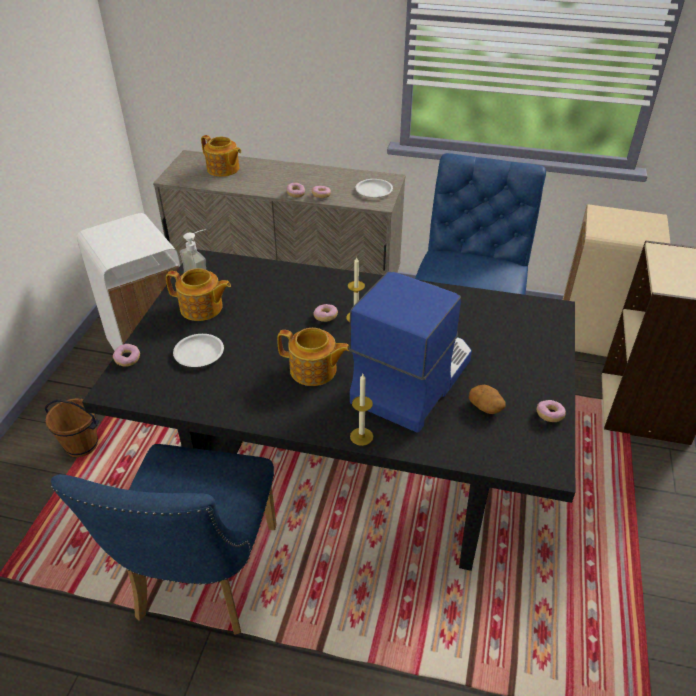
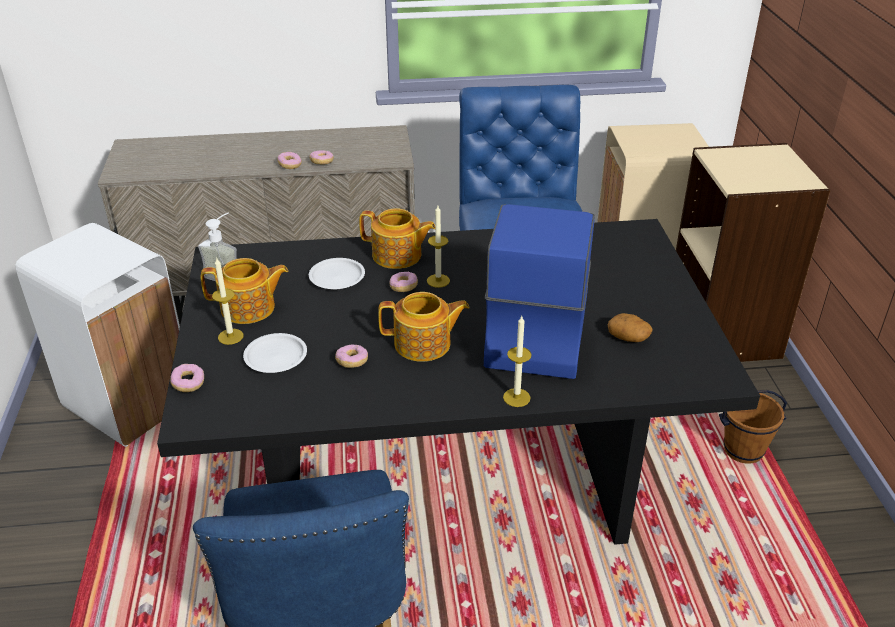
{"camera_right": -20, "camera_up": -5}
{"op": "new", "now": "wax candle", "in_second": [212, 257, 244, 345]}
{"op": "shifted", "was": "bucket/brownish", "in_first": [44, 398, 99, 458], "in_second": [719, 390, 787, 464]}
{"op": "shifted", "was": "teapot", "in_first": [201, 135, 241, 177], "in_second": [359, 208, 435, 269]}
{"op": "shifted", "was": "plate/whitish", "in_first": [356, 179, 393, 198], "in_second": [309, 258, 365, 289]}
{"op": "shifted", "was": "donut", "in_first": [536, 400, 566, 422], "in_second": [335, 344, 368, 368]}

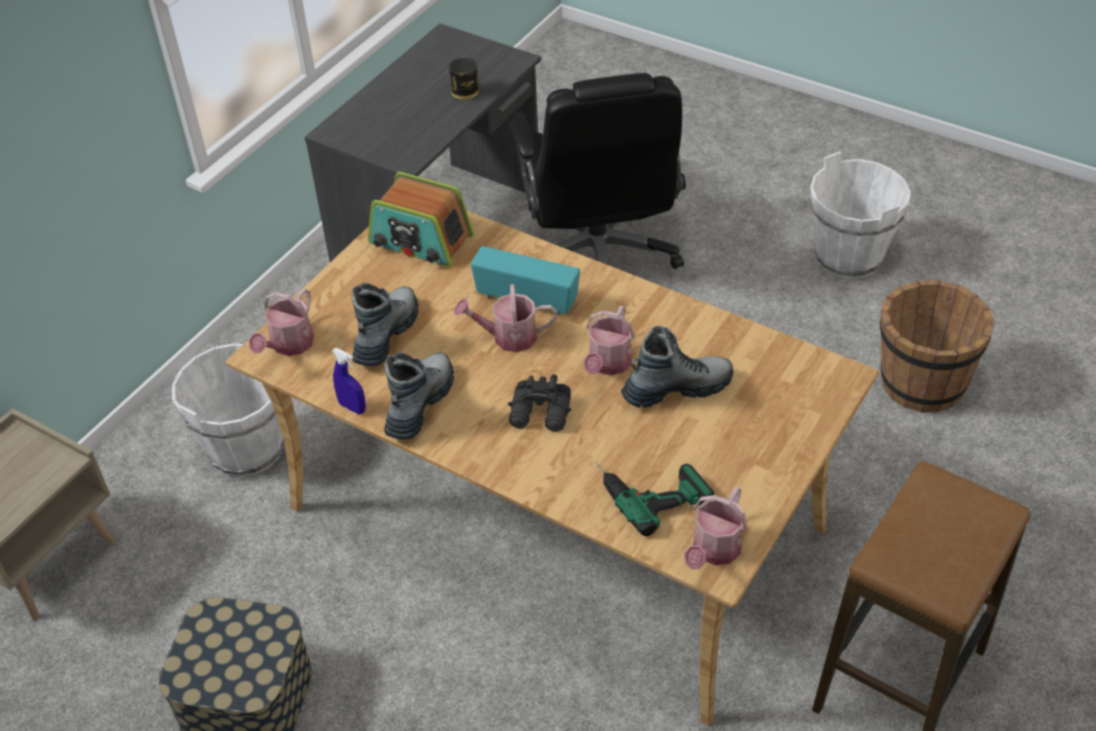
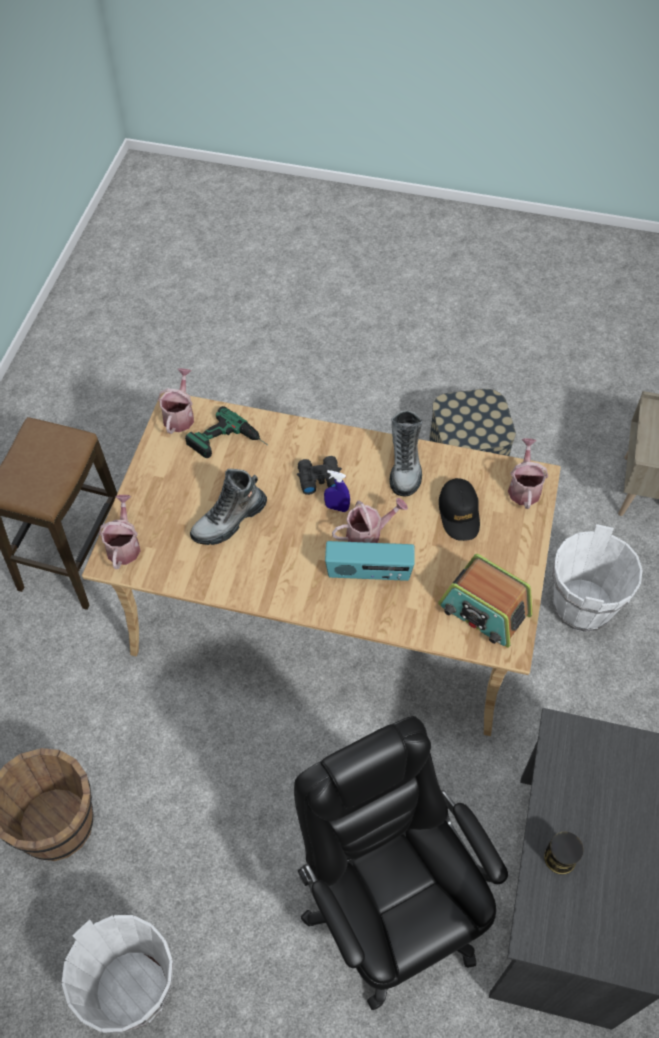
{"camera_right": 160, "camera_up": 10}
{"op": "shifted", "was": "spray bottle/bluish", "in_first": [332, 348, 366, 414], "in_second": [324, 470, 350, 512]}
{"op": "shifted", "was": "watering pot", "in_first": [583, 306, 635, 376], "in_second": [99, 495, 141, 569]}
{"op": "swapped", "was": "tall boot", "now": "cap/black-coloured", "in_first": [352, 283, 419, 366], "in_second": [439, 478, 480, 541]}
{"op": "rotated", "was": "radio set", "in_first": [368, 172, 474, 267], "in_second": [438, 554, 532, 647], "clockwise": -150}

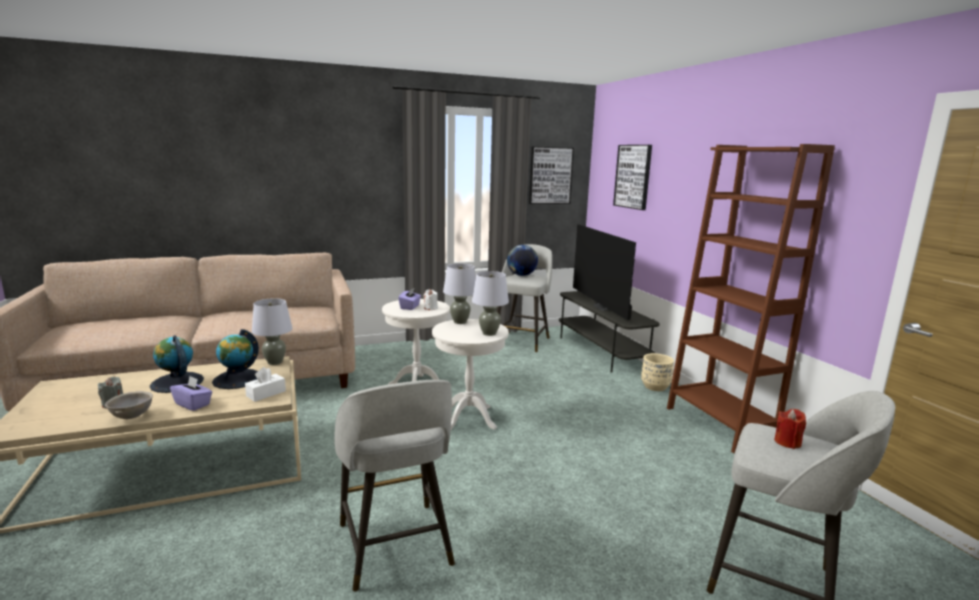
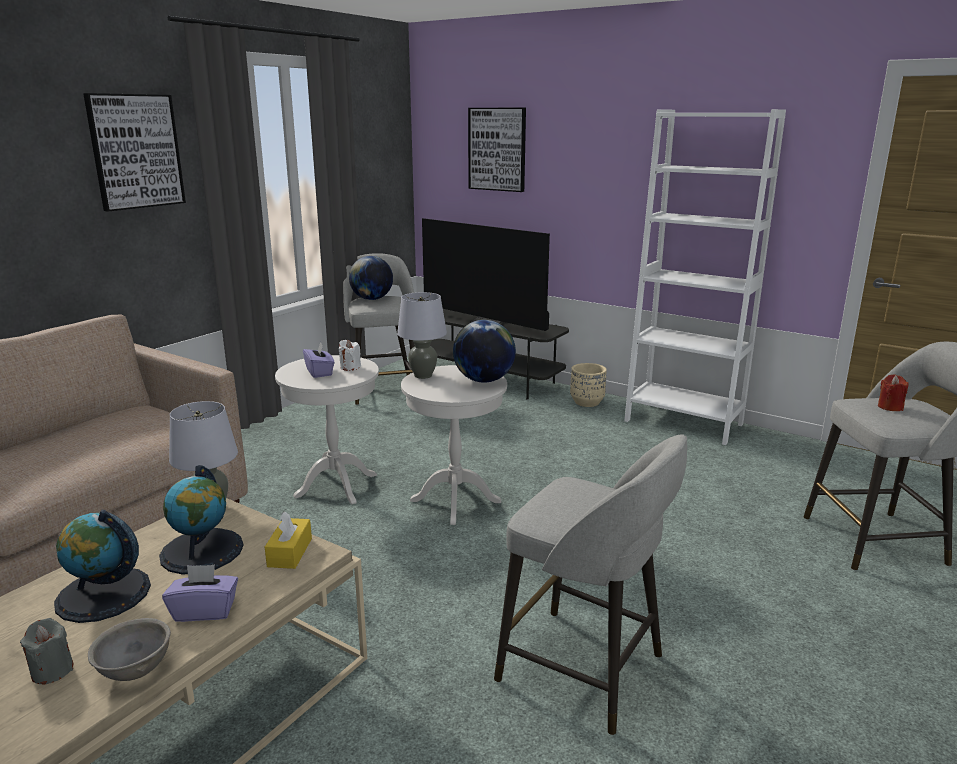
{"camera_right": -35, "camera_up": 5}
{"op": "shifted", "was": "wall art", "in_first": [529, 147, 574, 204], "in_second": [83, 93, 186, 212]}
{"op": "swapped", "was": "tabletop lamp/gray", "now": "world globe", "in_first": [472, 271, 509, 336], "in_second": [453, 320, 516, 383]}
{"op": "repainted", "was": "tissue holder/whitish", "now": "tissue holder/yellowish", "in_first": [245, 367, 286, 402], "in_second": [265, 512, 312, 569]}
{"op": "repainted", "was": "shelving unit/brownish", "now": "shelving unit/whitish", "in_first": [667, 144, 835, 453], "in_second": [624, 109, 786, 445]}

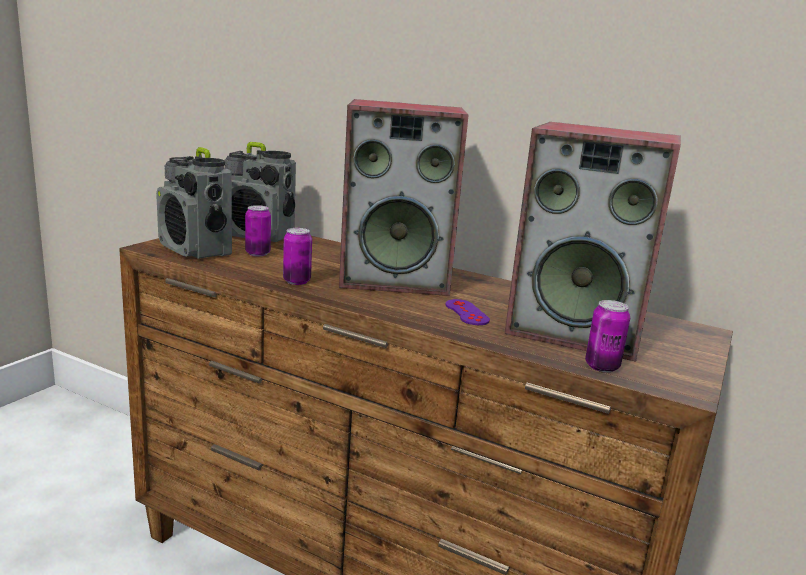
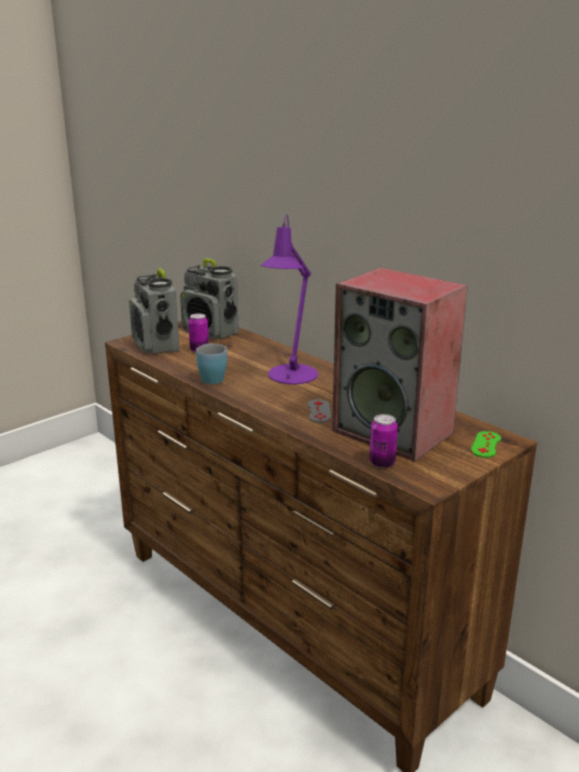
{"camera_right": 20, "camera_up": 5}
{"op": "new", "now": "joypad/green-coloured", "in_second": [471, 431, 501, 458]}
{"op": "swapped", "was": "metal can", "now": "mug/bluish", "in_first": [283, 228, 312, 285], "in_second": [196, 344, 227, 384]}
{"op": "swapped", "was": "speaker", "now": "tabletop lamp/purplish", "in_first": [339, 99, 469, 296], "in_second": [261, 215, 318, 384]}
{"op": "repainted", "was": "joypad/purplish", "now": "joypad/gray", "in_first": [445, 299, 490, 325], "in_second": [308, 399, 331, 423]}

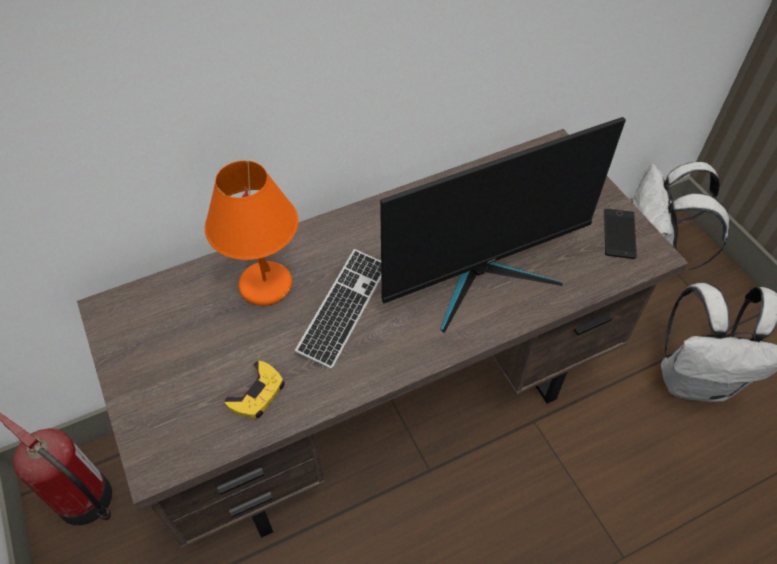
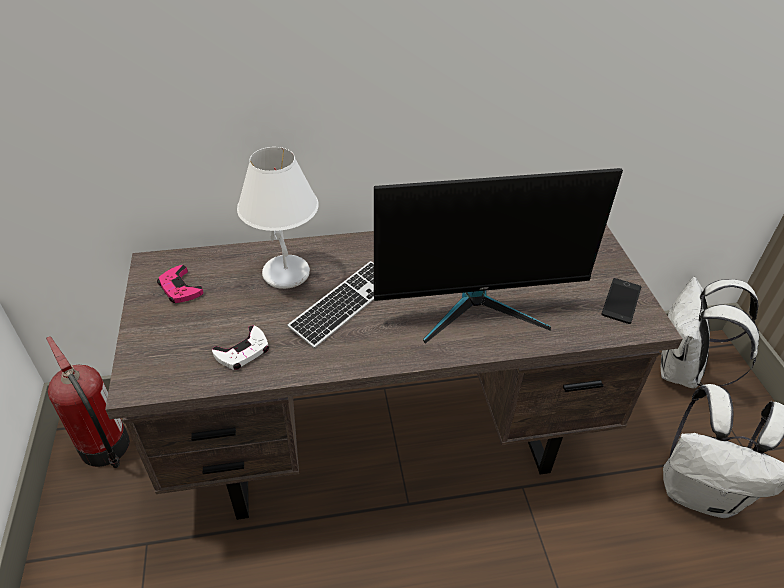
{"camera_right": 15, "camera_up": -10}
{"op": "new", "now": "joypad/pinkish", "in_second": [157, 265, 203, 303]}
{"op": "repainted", "was": "tabletop lamp/orange", "now": "tabletop lamp/whitish", "in_first": [205, 161, 298, 306], "in_second": [237, 147, 319, 289]}
{"op": "repainted", "was": "joypad/yellowish", "now": "joypad/whitish", "in_first": [224, 361, 285, 418], "in_second": [212, 325, 269, 370]}

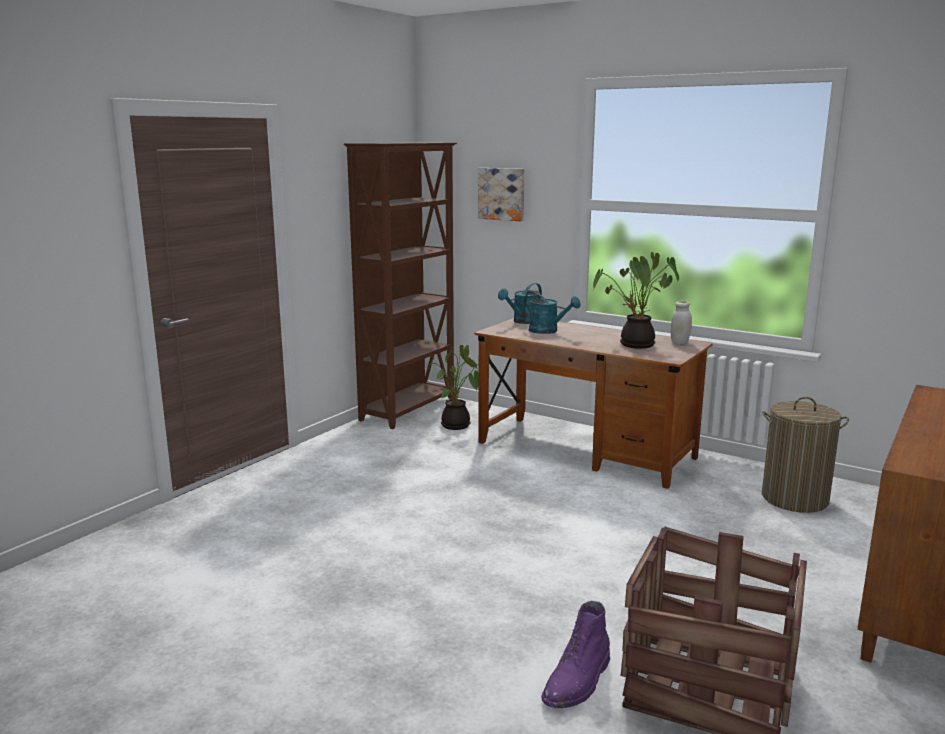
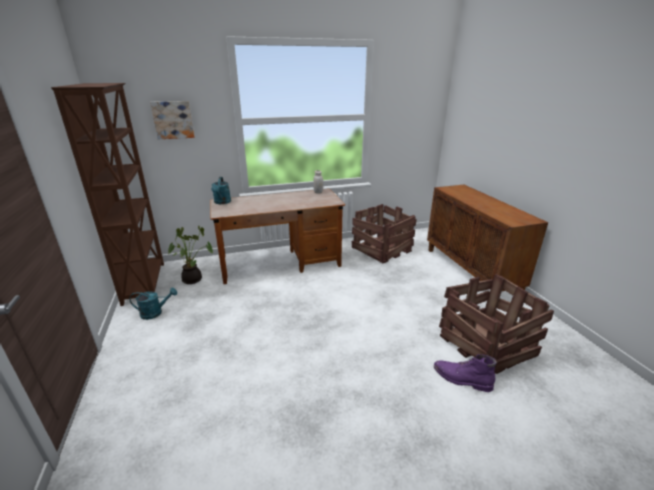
{"camera_right": -50, "camera_up": 10}
{"op": "gone", "was": "houseplant", "in_first": [593, 252, 679, 349]}
{"op": "shifted", "was": "watering pot/blue-green", "in_first": [524, 291, 581, 334], "in_second": [129, 288, 177, 320]}
{"op": "swapped", "was": "washing basket", "now": "shipping crate", "in_first": [762, 397, 849, 513], "in_second": [352, 204, 417, 263]}
{"op": "rotated", "was": "tall boot/purplish", "in_first": [542, 601, 610, 708], "in_second": [434, 354, 497, 392], "clockwise": 135}

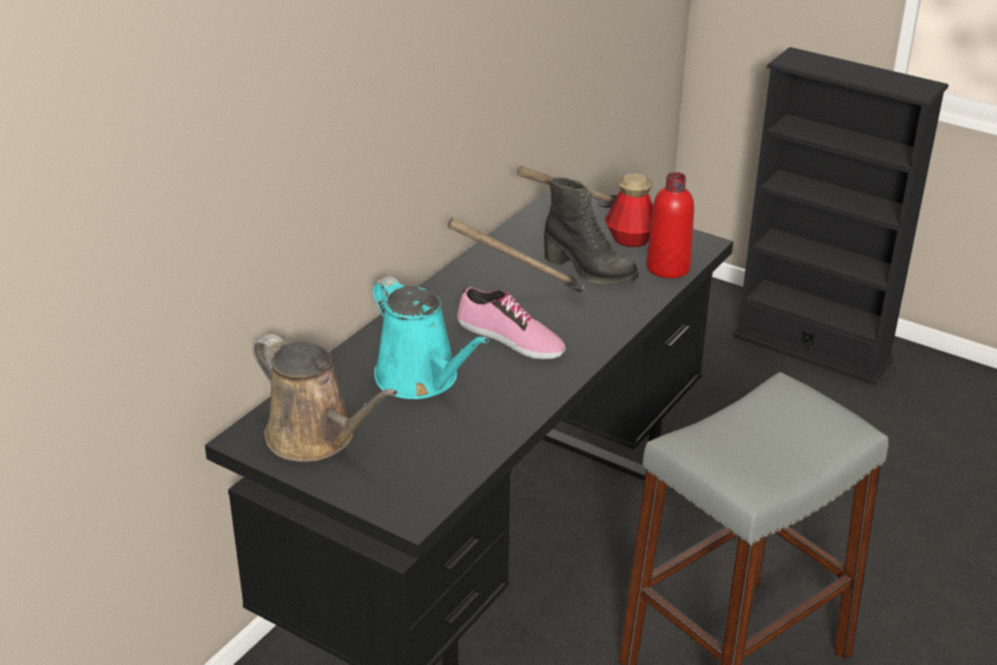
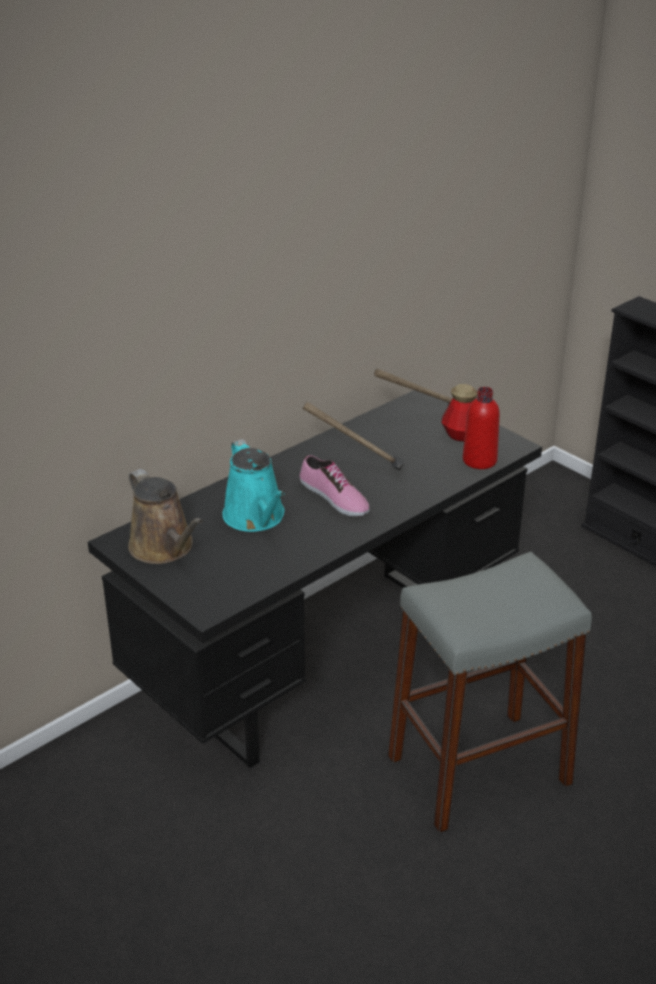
{"camera_right": 15, "camera_up": 0}
{"op": "gone", "was": "tall boot/black-coloured", "in_first": [544, 177, 639, 285]}

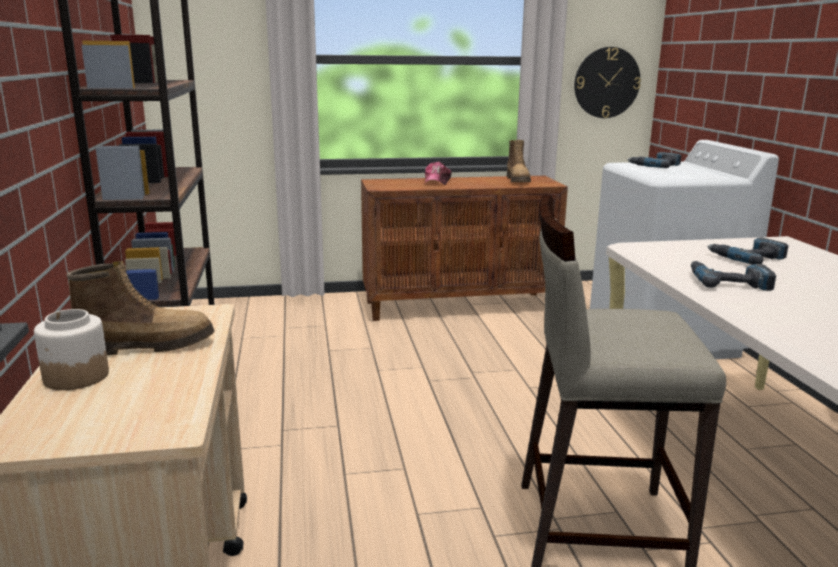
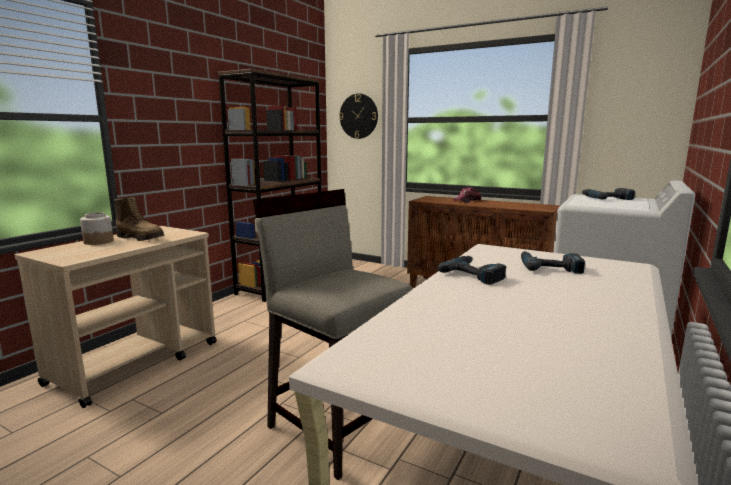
{"camera_right": 40, "camera_up": -5}
{"op": "gone", "was": "tall boot", "in_first": [507, 140, 531, 182]}
{"op": "shifted", "was": "clock on the wall", "in_first": [574, 47, 641, 118], "in_second": [339, 94, 378, 139]}

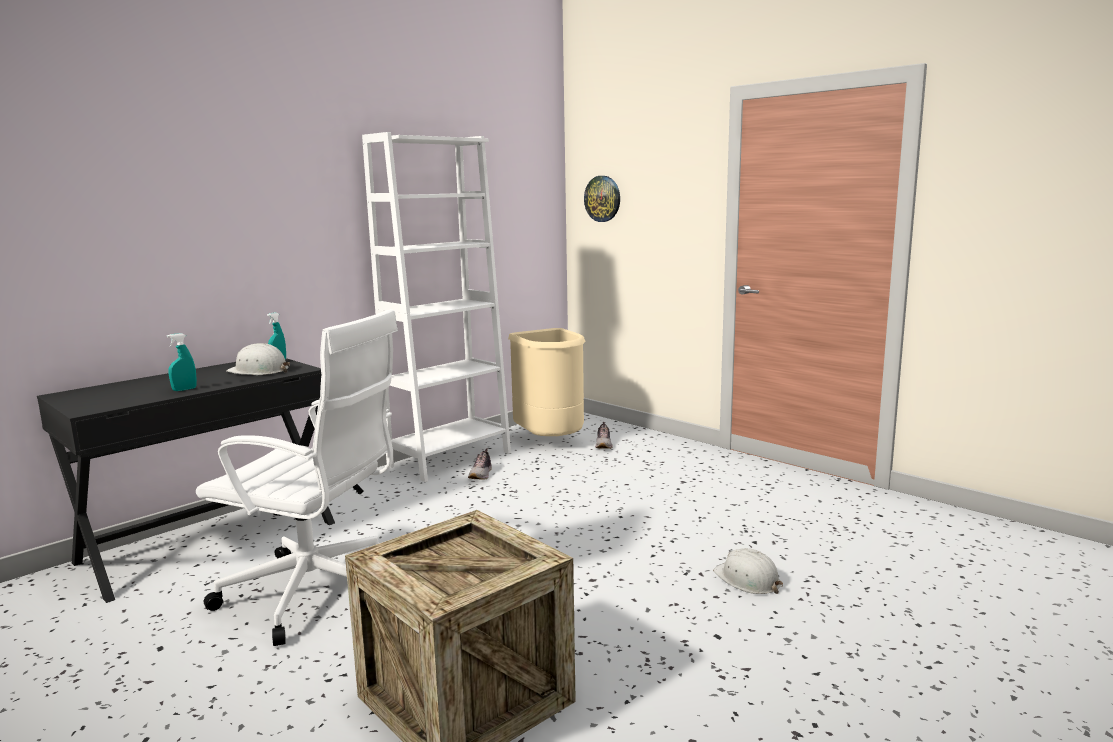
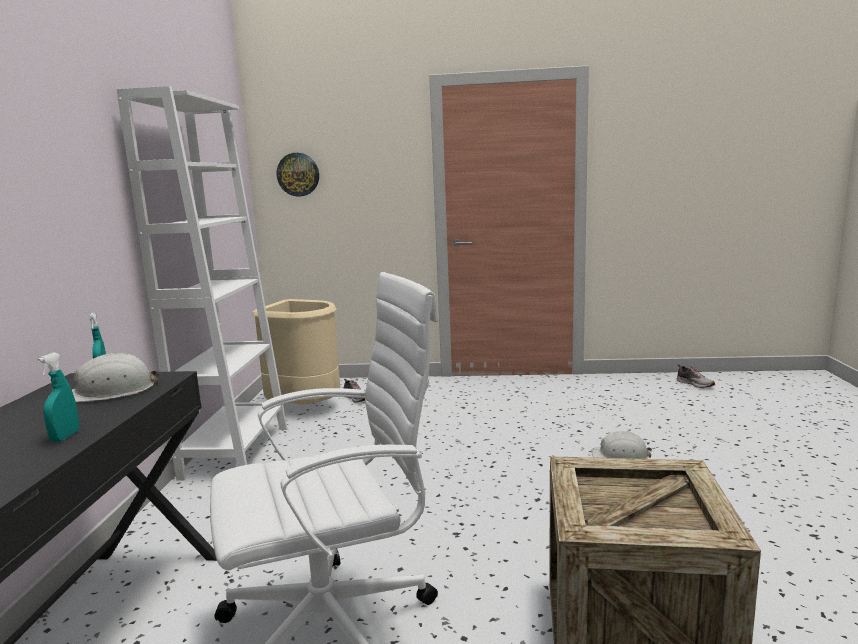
{"camera_right": -40, "camera_up": 0}
{"op": "shifted", "was": "low shoe", "in_first": [468, 448, 492, 480], "in_second": [677, 364, 715, 388]}

